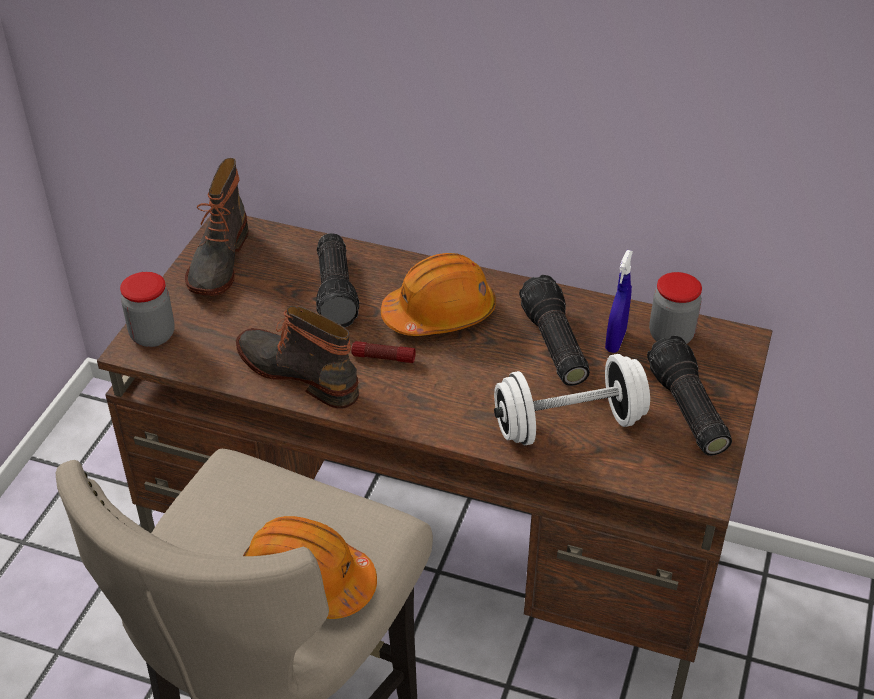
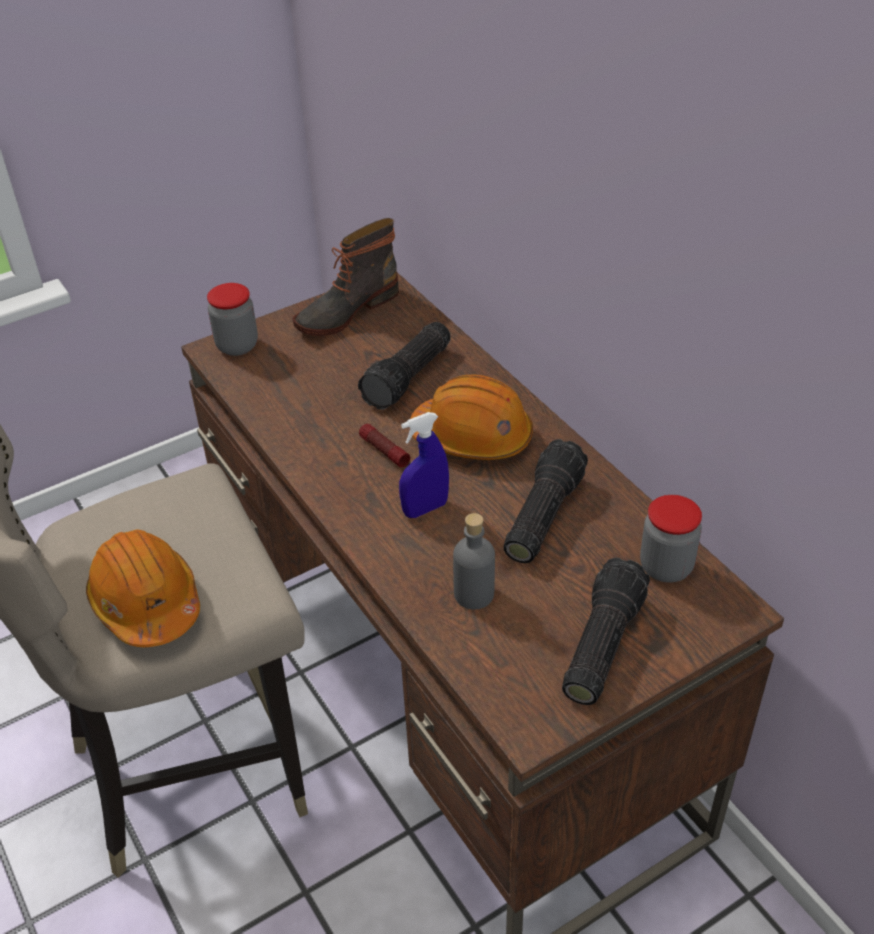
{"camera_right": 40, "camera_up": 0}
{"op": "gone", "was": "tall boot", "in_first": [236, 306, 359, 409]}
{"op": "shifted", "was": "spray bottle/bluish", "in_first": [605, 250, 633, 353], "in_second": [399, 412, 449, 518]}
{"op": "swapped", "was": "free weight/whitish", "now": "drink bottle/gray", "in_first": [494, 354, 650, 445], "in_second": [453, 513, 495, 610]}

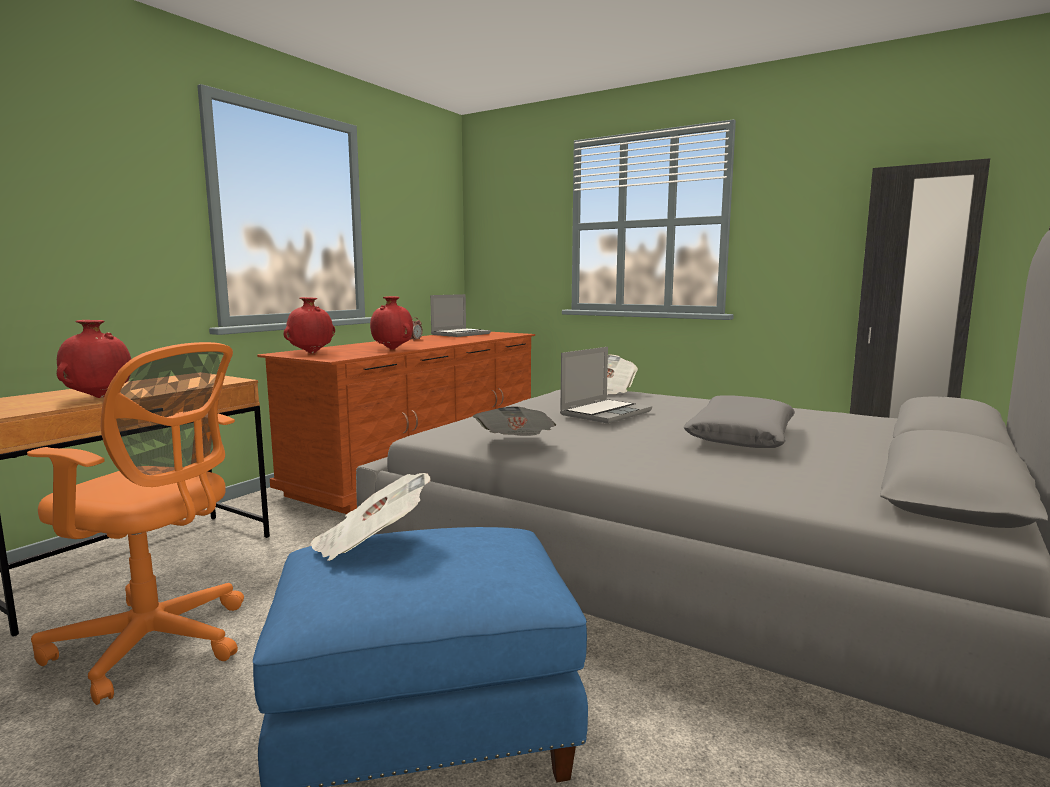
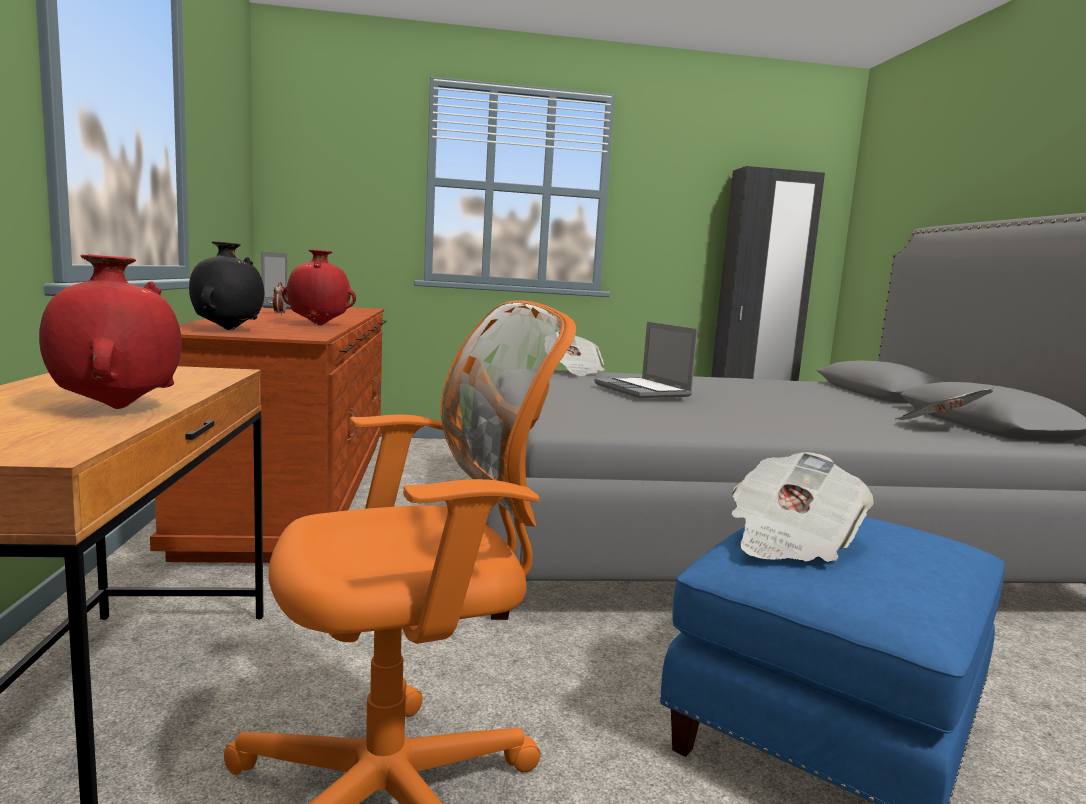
{"camera_right": -40, "camera_up": 0}
{"op": "gone", "was": "pillow/gray", "in_first": [683, 395, 795, 448]}
{"op": "shifted", "was": "daily paper", "in_first": [473, 406, 556, 436], "in_second": [895, 388, 993, 420]}
{"op": "repainted", "was": "decorative vase/red", "now": "decorative vase/black-coloured", "in_first": [283, 297, 335, 353], "in_second": [189, 241, 264, 330]}
{"op": "rotated", "was": "notebook computer", "in_first": [560, 347, 652, 424], "in_second": [595, 322, 698, 398], "clockwise": 150}

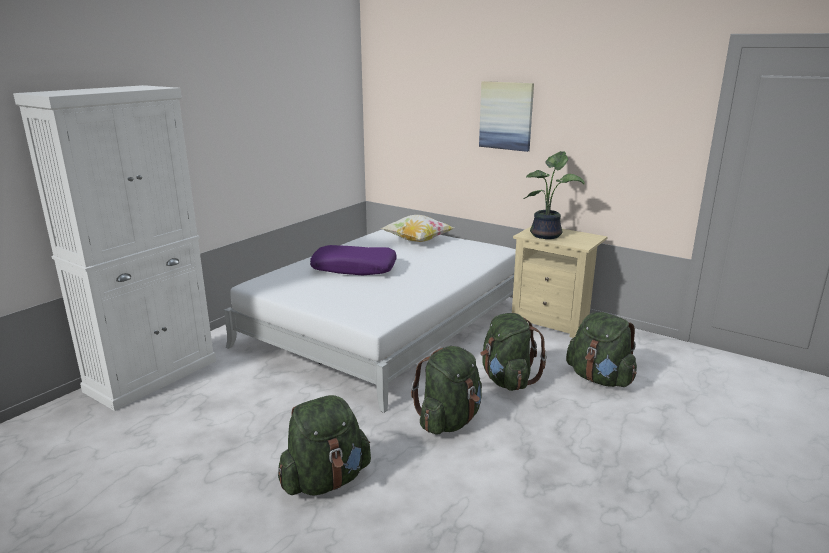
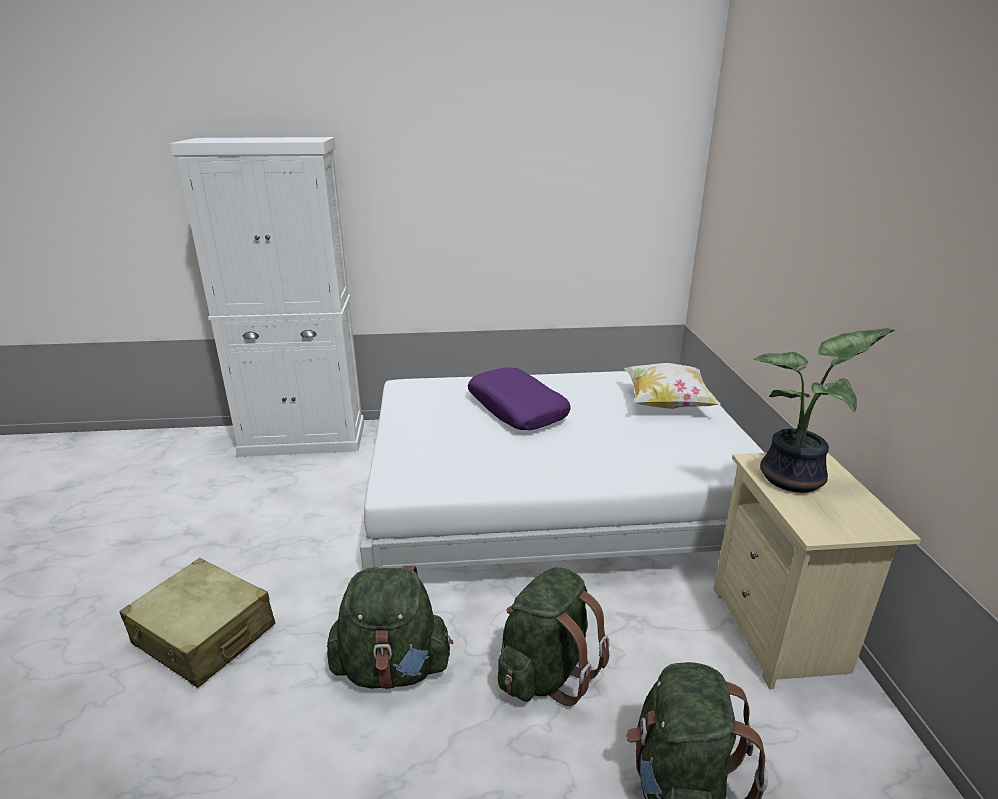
{"camera_right": 50, "camera_up": 5}
{"op": "gone", "was": "wall art", "in_first": [479, 81, 534, 152]}
{"op": "swapped", "was": "backpack/green-coloured", "now": "piece of luggage/sand-coloured", "in_first": [278, 395, 371, 496], "in_second": [119, 558, 275, 688]}

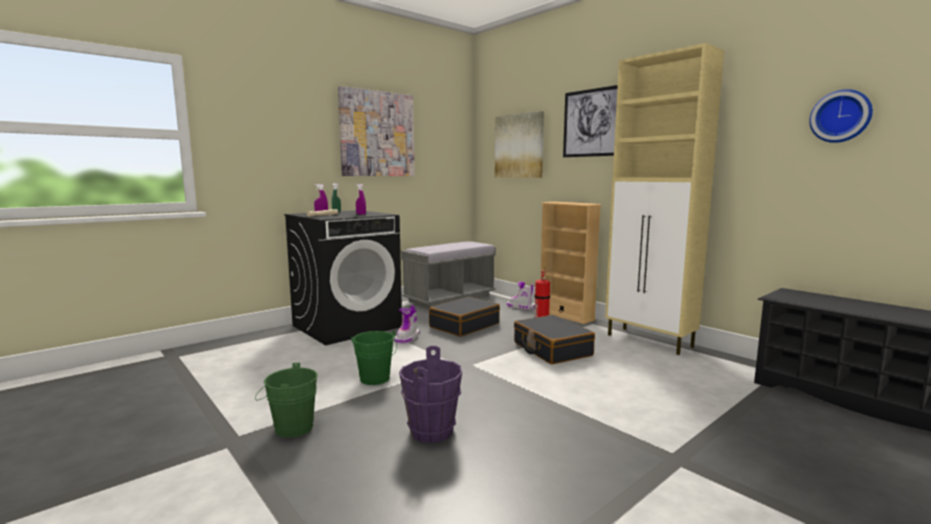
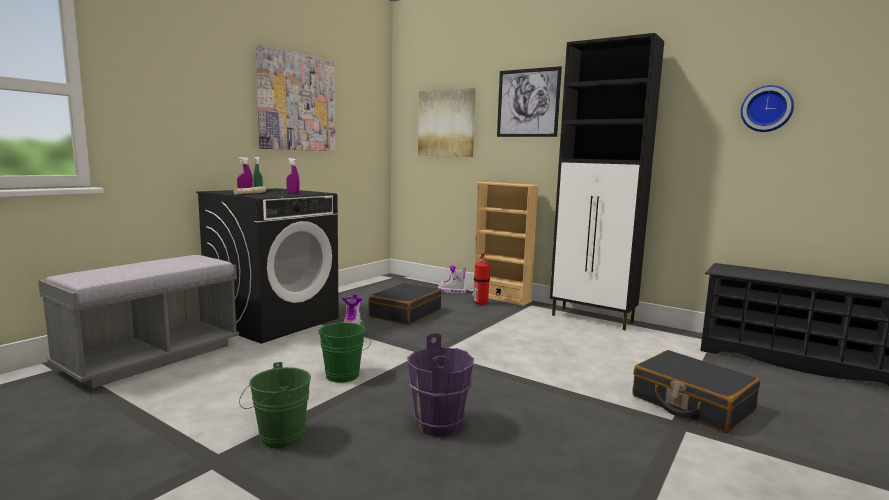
{"camera_right": -15, "camera_up": 0}
{"op": "shifted", "was": "indoor bench/gray", "in_first": [401, 241, 496, 309], "in_second": [38, 255, 239, 389]}
{"op": "shifted", "was": "piece of luggage/black-coloured", "in_first": [514, 315, 595, 365], "in_second": [632, 350, 760, 433]}
{"op": "repainted", "was": "cupboard/sand-coloured", "now": "cupboard/black-coloured", "in_first": [605, 43, 724, 355], "in_second": [550, 33, 664, 330]}

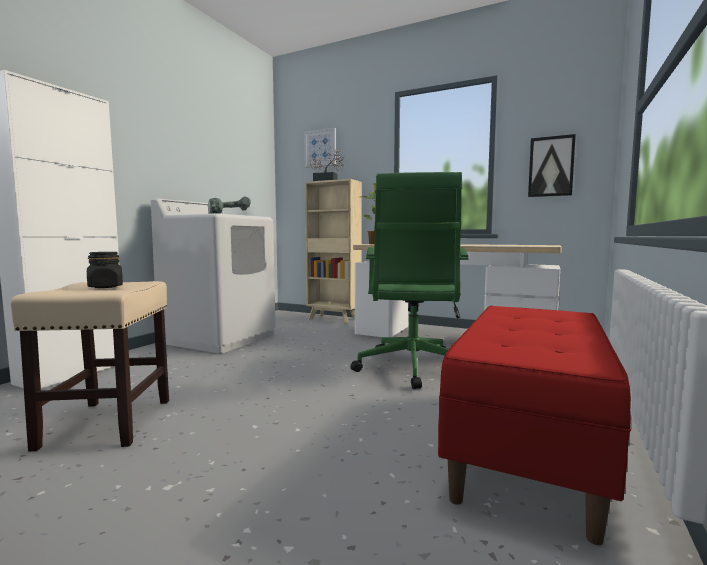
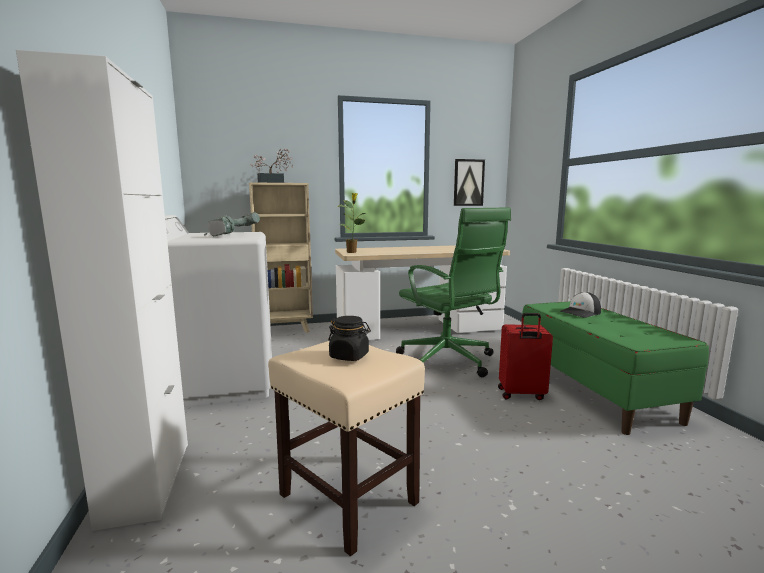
{"camera_right": -40, "camera_up": 5}
{"op": "gone", "was": "wall art", "in_first": [304, 128, 336, 168]}
{"op": "new", "now": "piece of luggage/red", "in_second": [498, 313, 553, 400]}
{"op": "new", "now": "cap", "in_second": [559, 292, 601, 318]}
{"op": "repainted", "was": "indoor bench/red", "now": "indoor bench/green-coloured", "in_first": [438, 306, 631, 545], "in_second": [521, 301, 709, 435]}

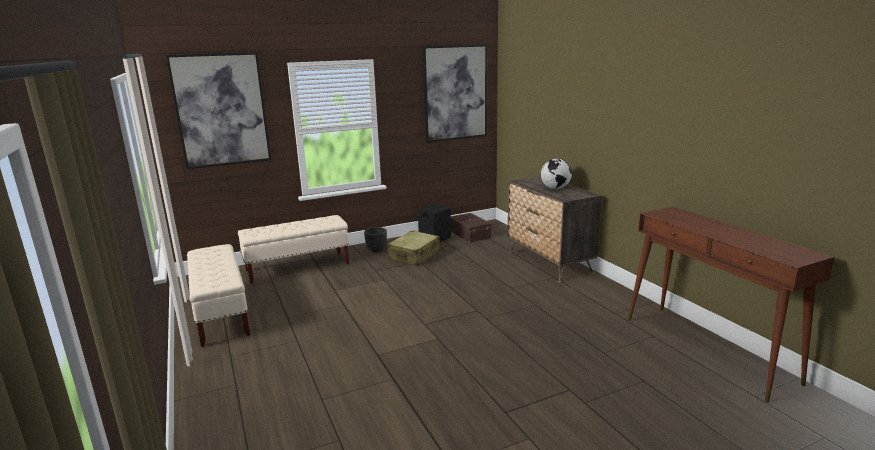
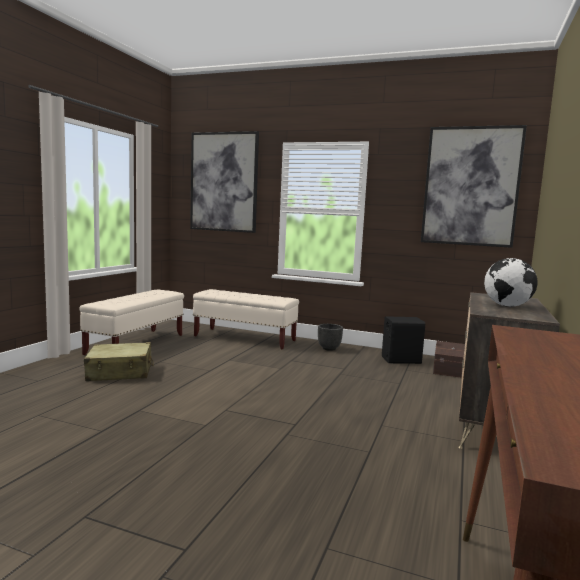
{"camera_right": 45, "camera_up": -10}
{"op": "shifted", "was": "piece of luggage/sand-coloured", "in_first": [387, 231, 440, 266], "in_second": [84, 342, 154, 381]}

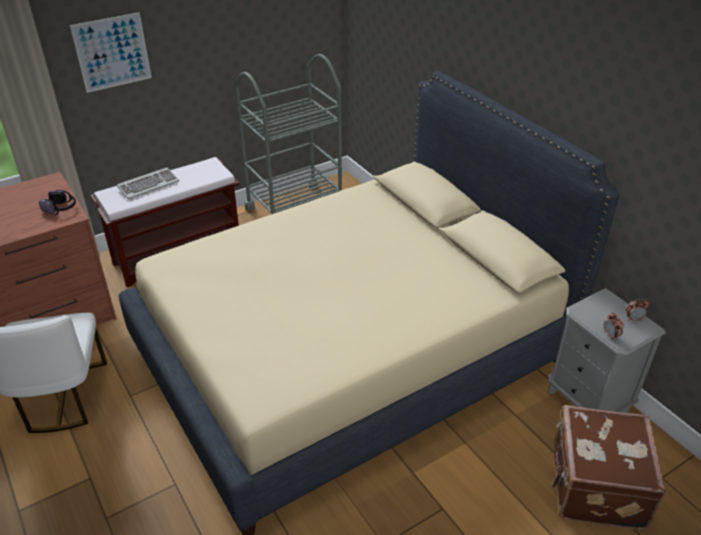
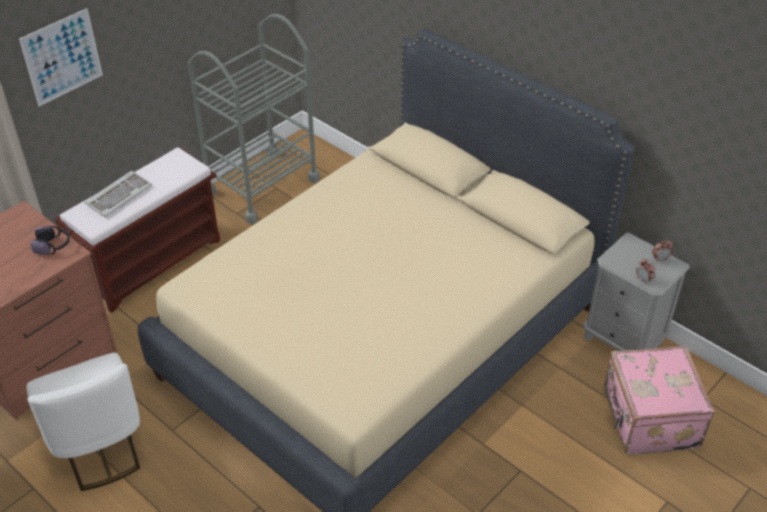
{"camera_right": -15, "camera_up": 5}
{"op": "repainted", "was": "piece of luggage/brownish", "now": "piece of luggage/pinkish", "in_first": [552, 405, 666, 530], "in_second": [603, 346, 715, 455]}

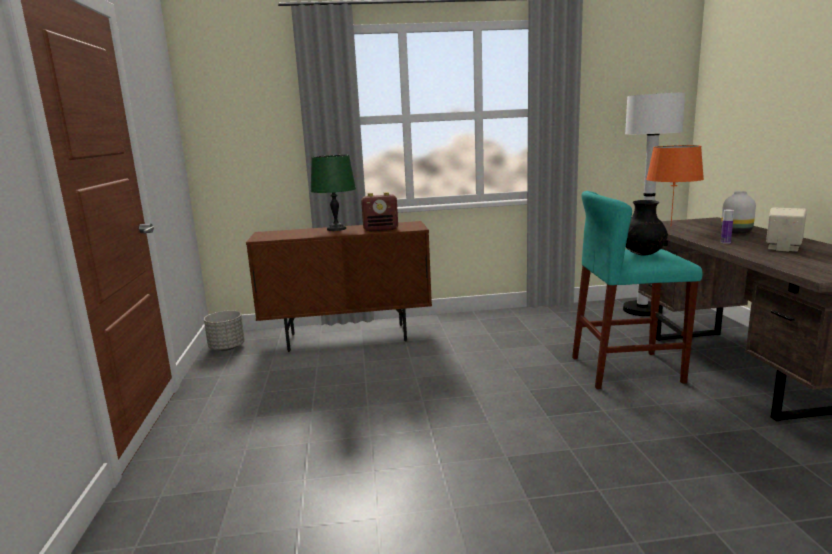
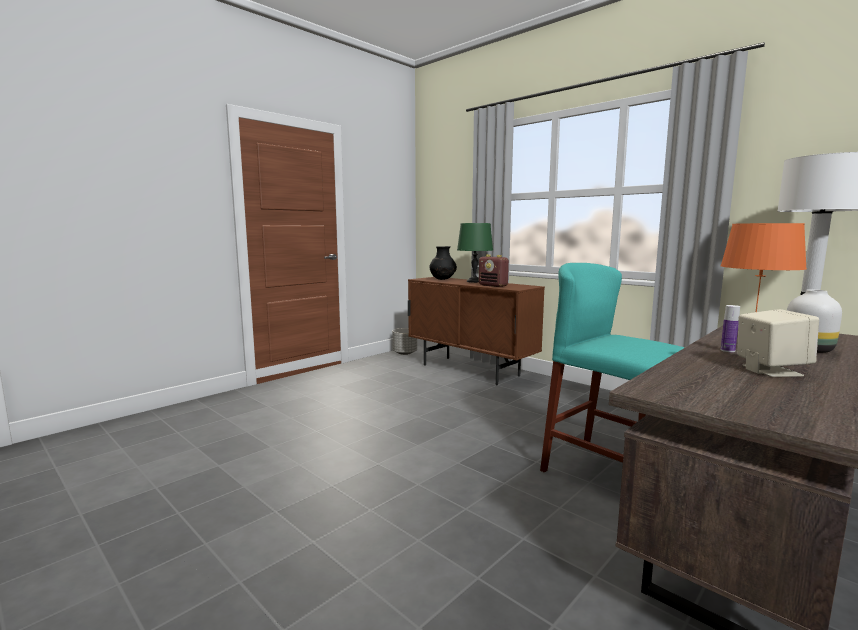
{"camera_right": 50, "camera_up": -5}
{"op": "shifted", "was": "decorative vase/black-coloured", "in_first": [626, 200, 668, 256], "in_second": [429, 246, 457, 280]}

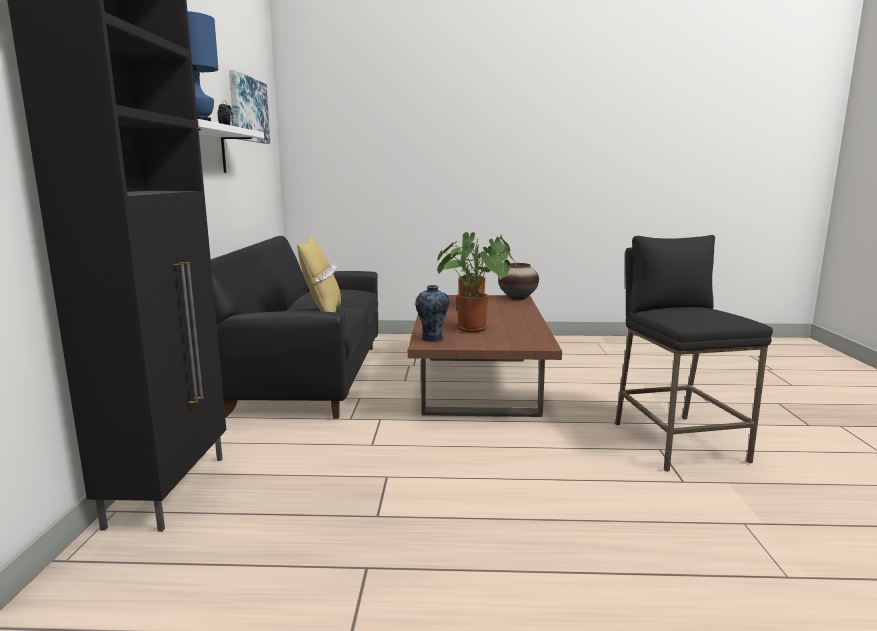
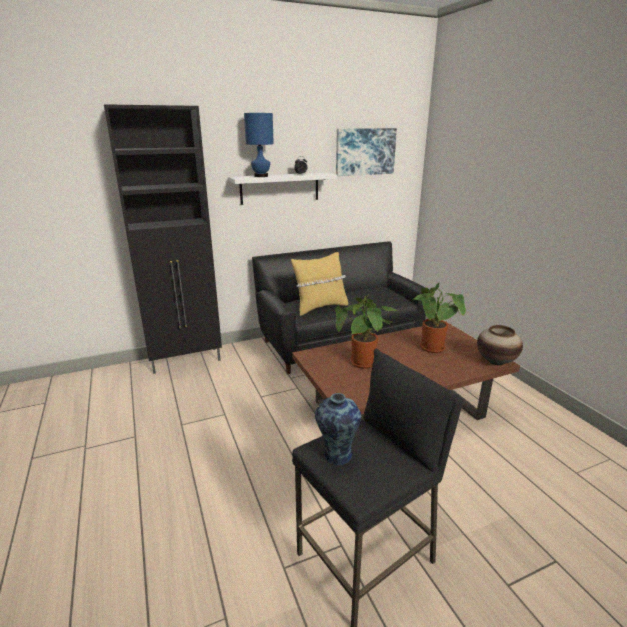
{"camera_right": 65, "camera_up": 10}
{"op": "shifted", "was": "decorative vase", "in_first": [415, 285, 449, 342], "in_second": [315, 393, 361, 465]}

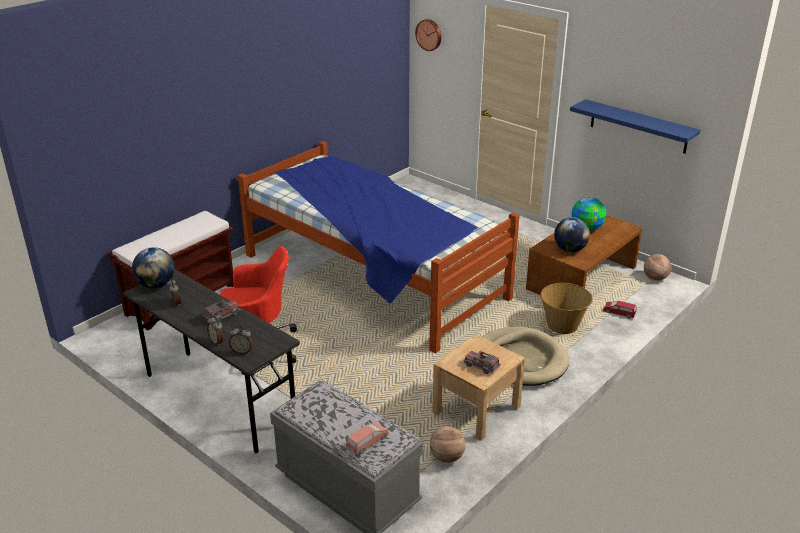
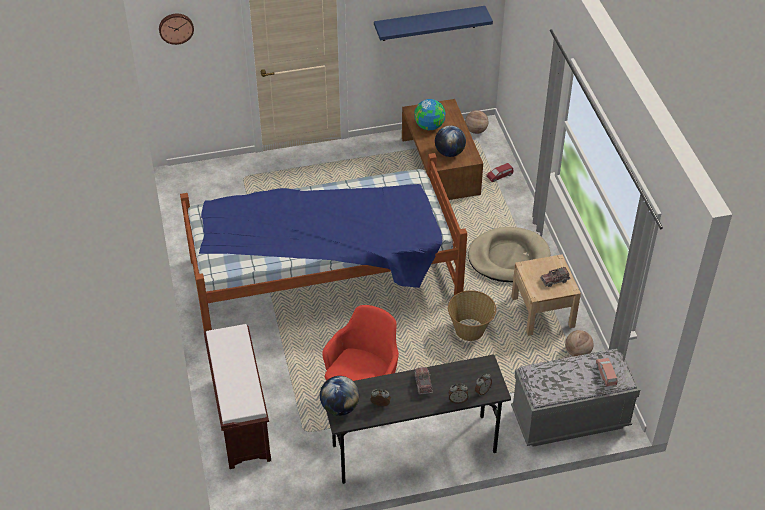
{"camera_right": -55, "camera_up": 15}
{"op": "shifted", "was": "basket", "in_first": [540, 283, 593, 334], "in_second": [448, 290, 496, 341]}

